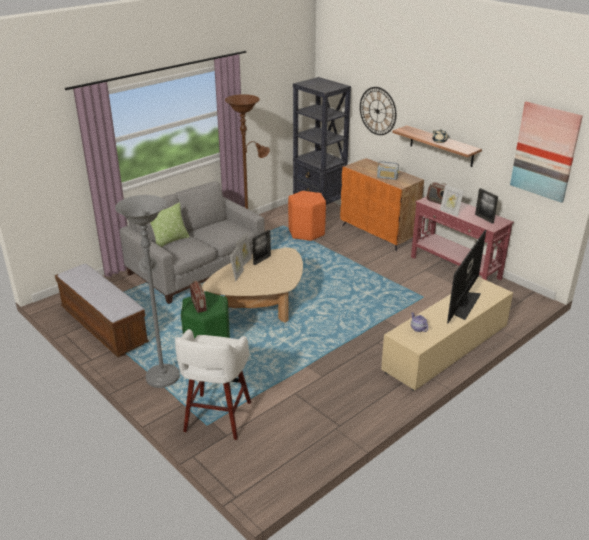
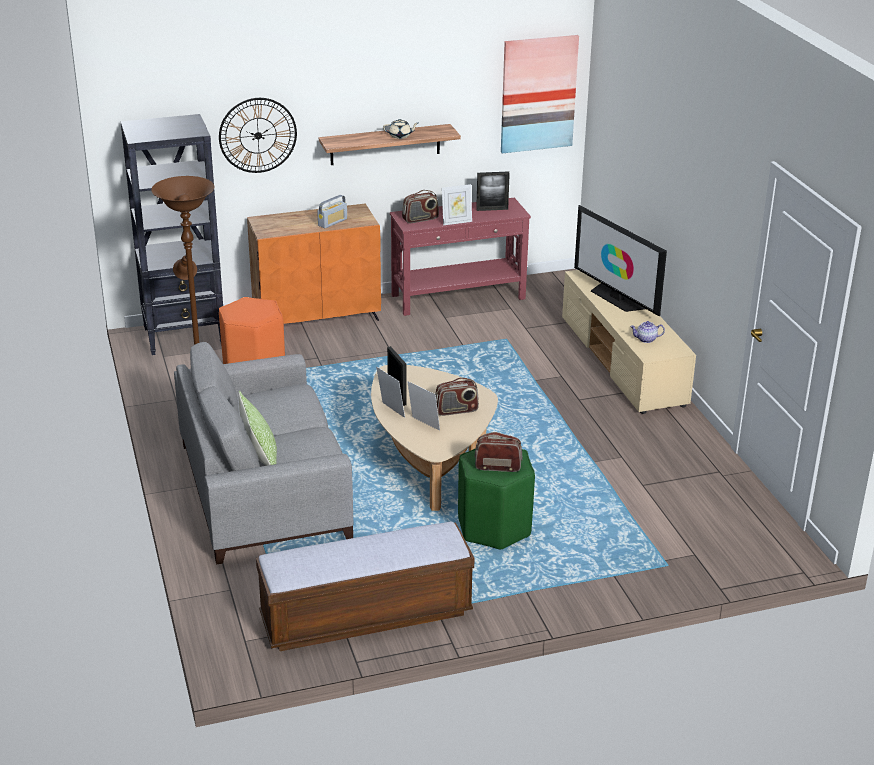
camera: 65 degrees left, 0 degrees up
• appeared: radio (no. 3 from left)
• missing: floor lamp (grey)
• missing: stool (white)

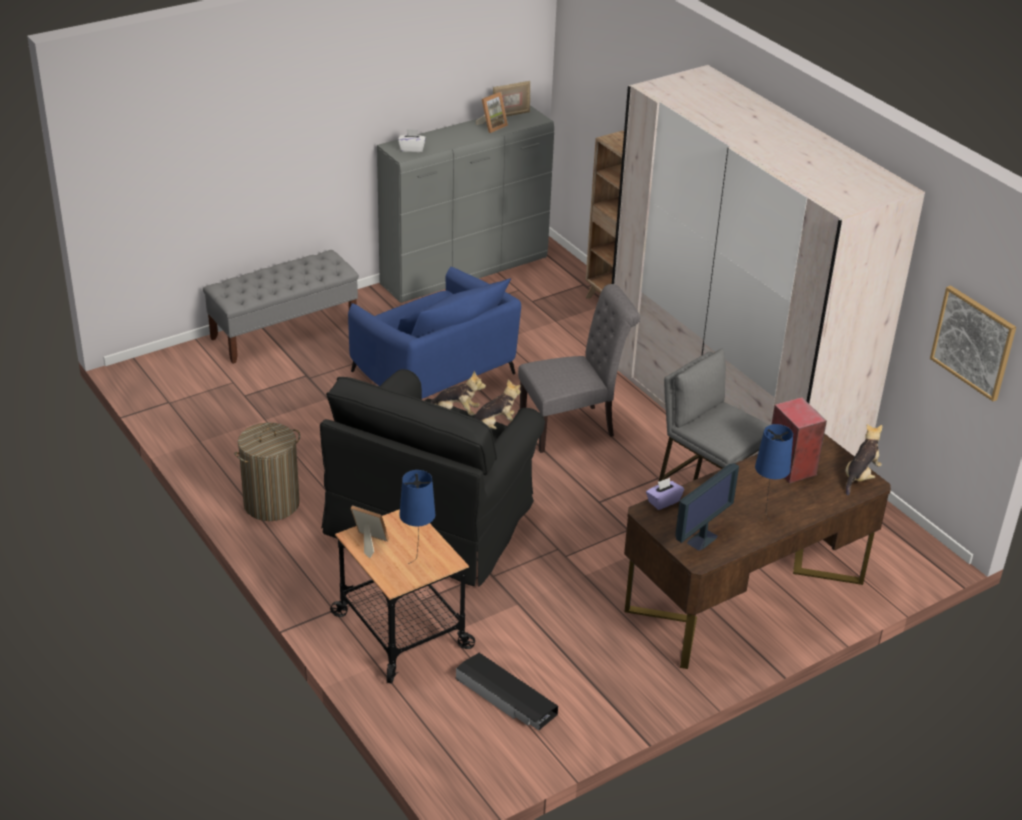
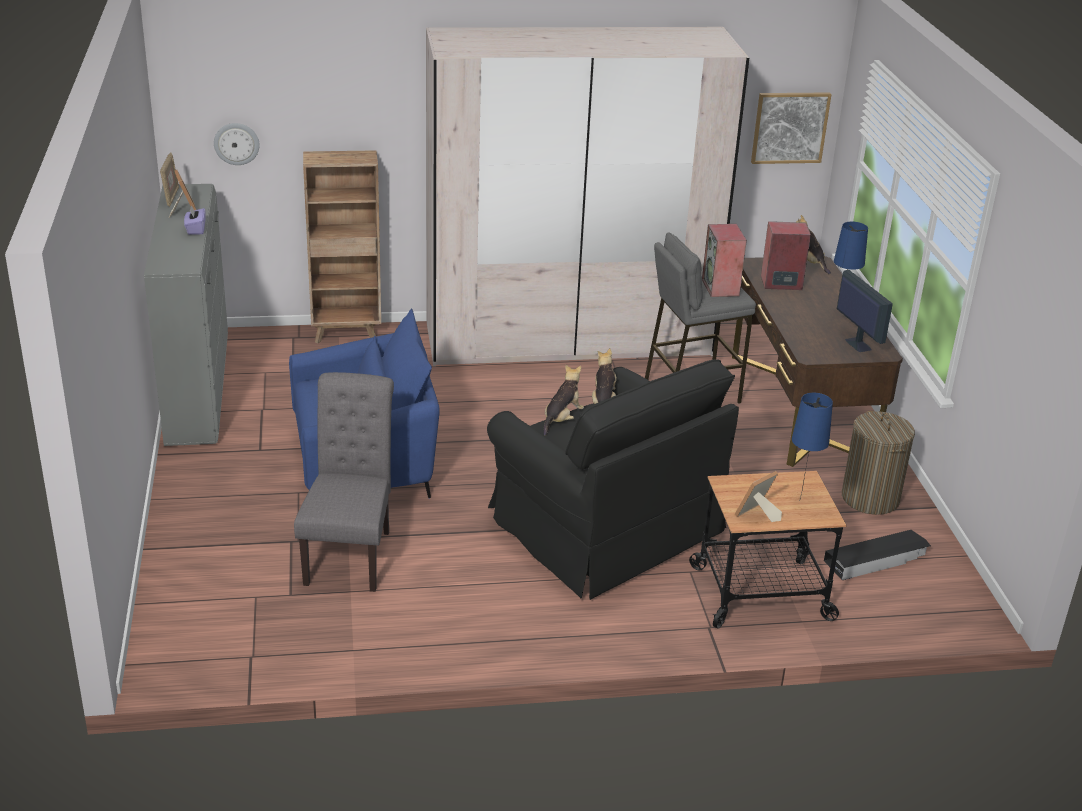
camera: 65 degrees left, 5 degrees down
• relocated: tissue box (purple)
• appeared: wall clock
• relocated: chair (grey)
• appeared: speaker (no. 1 from left)
• relocated: laundry basket
• missing: bench (grey)
• missing: tissue box (white)

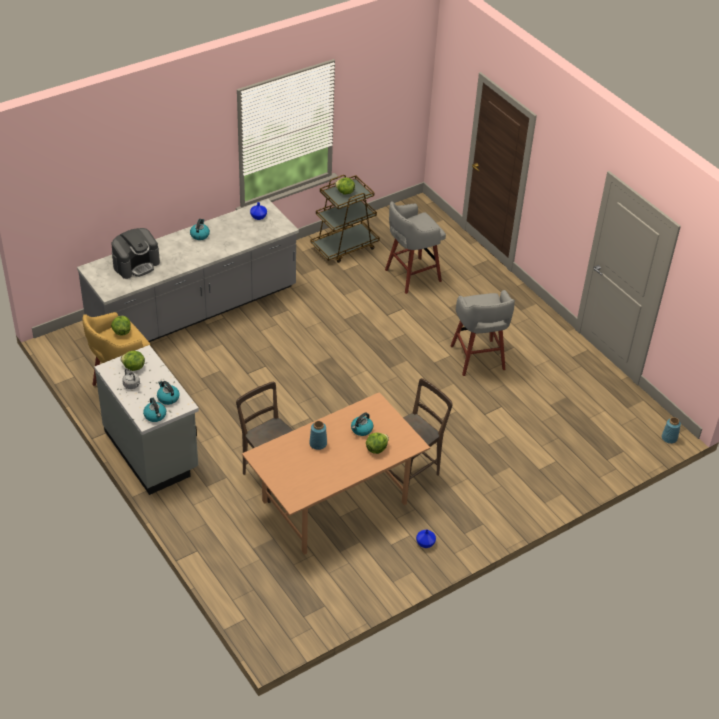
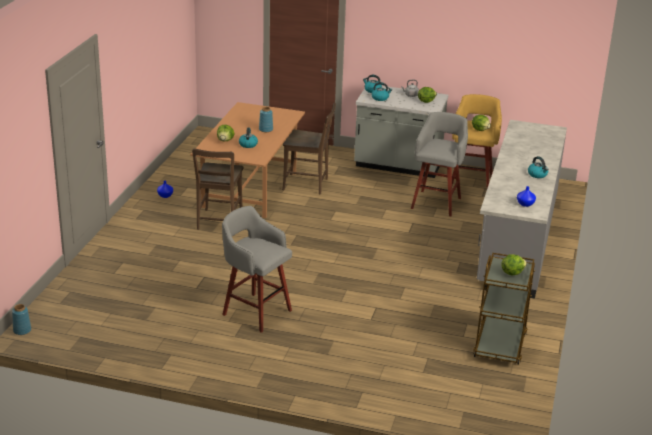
camera: 140 degrees right, 15 degrees down
• relocated: stool (grey) (no. 1 from left in the first image) to stool (grey) (no. 2 from left)
• missing: coffee machine

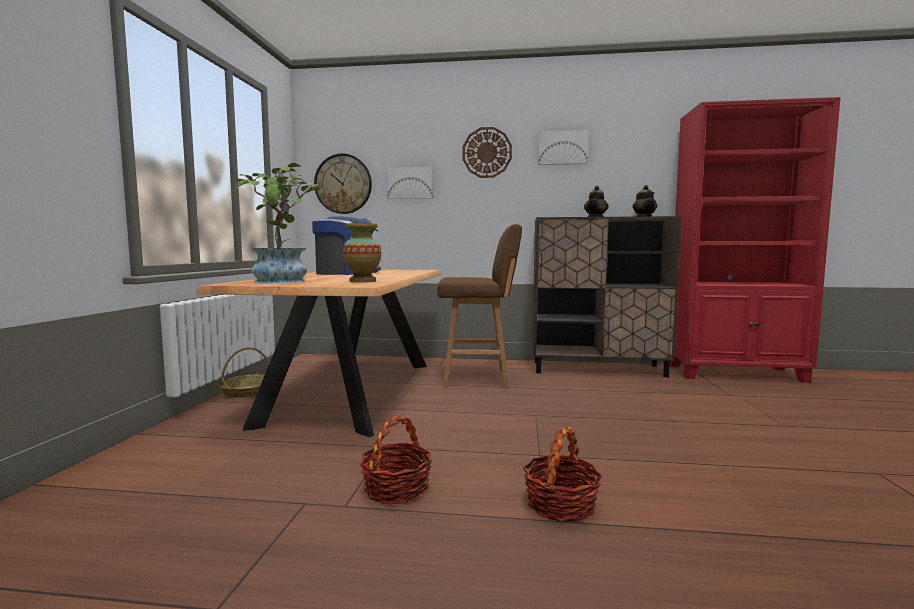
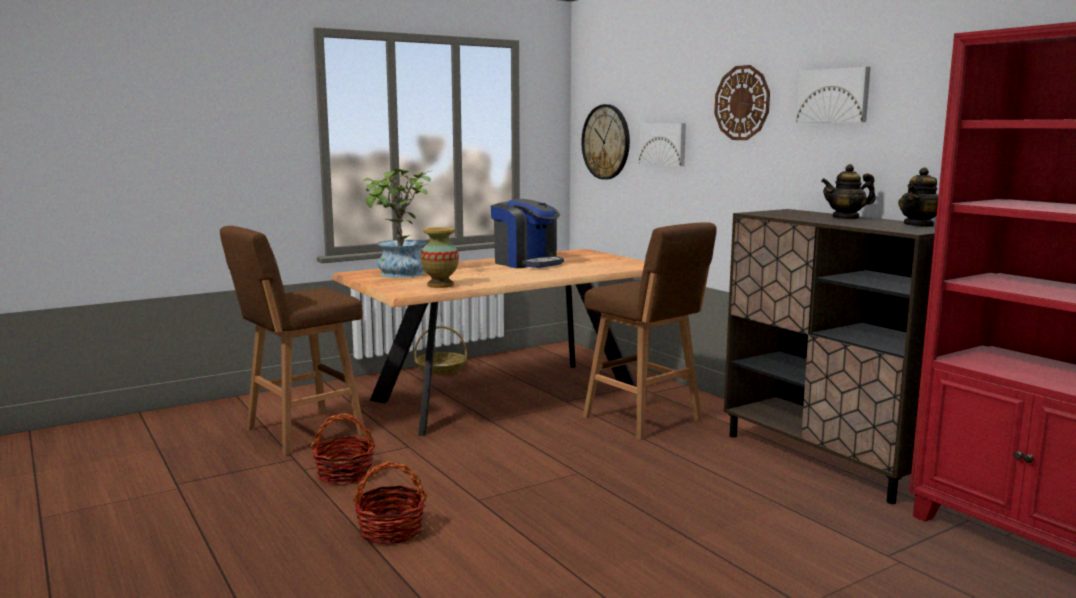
camera: 50 degrees right, 5 degrees up
• appeared: stool (brown) (no. 1 from left)

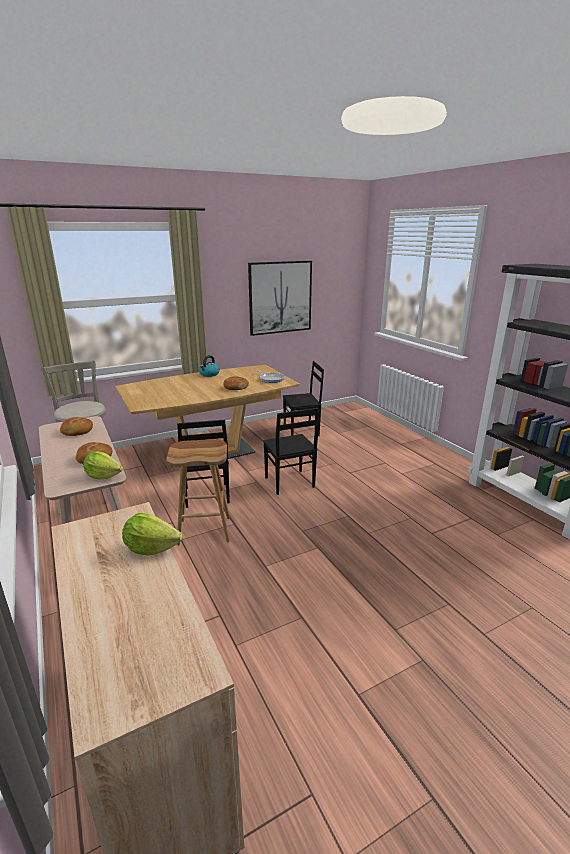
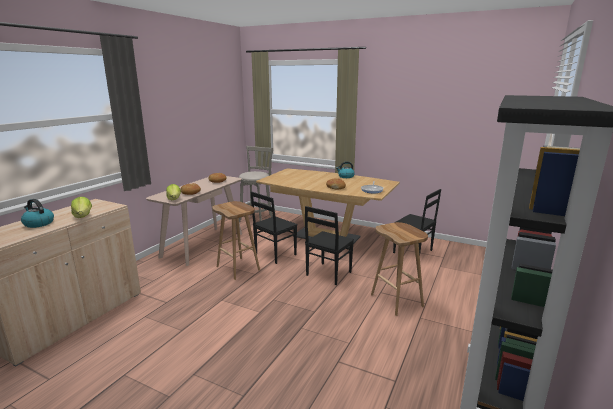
camera: 55 degrees right, 5 degrees down
• appeared: kettle (no. 1 from left)
• appeared: stool (brown) (no. 2 from left)
• missing: picture

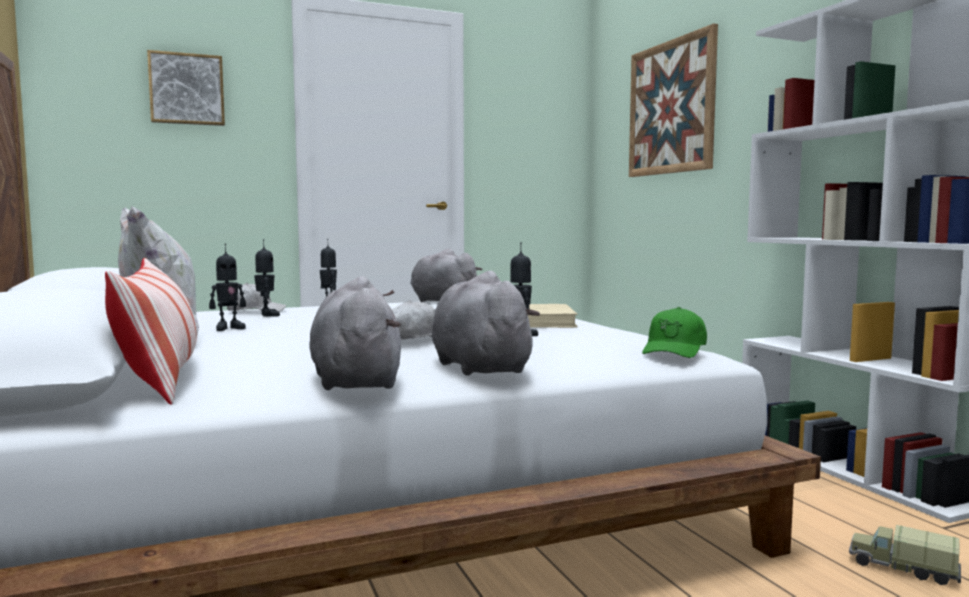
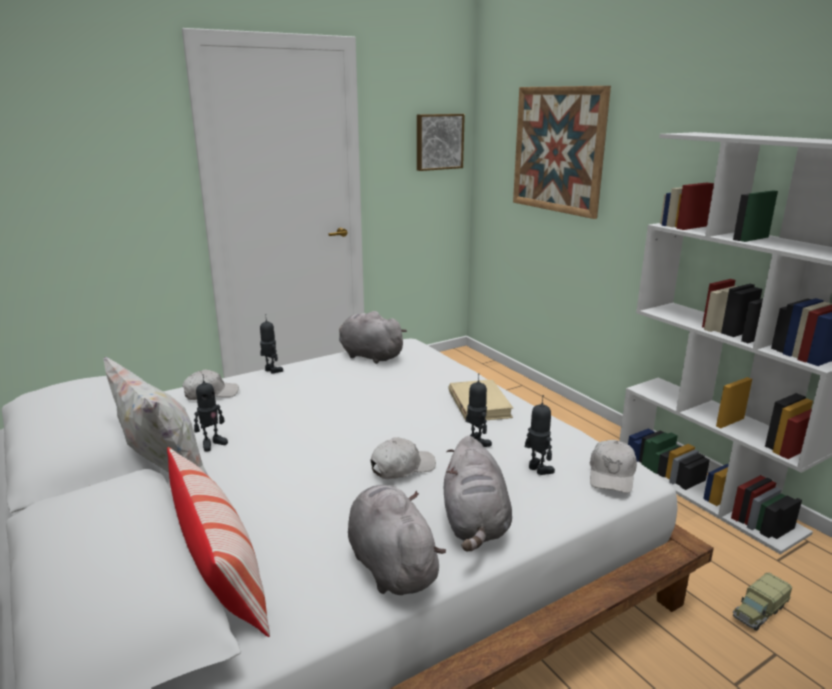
camera: 10 degrees left, 15 degrees up
• relocated: picture (no. 1 from left)
• spun: plush toy (grey) (no. 3 from left) 150 degrees counterclockwise
• relocated: toy robot (no. 2 from left in the first image) to toy robot (no. 4 from left)
• colour: cap (green) to cap (white) (no. 3 from left)
• spun: toy truck 60 degrees counterclockwise

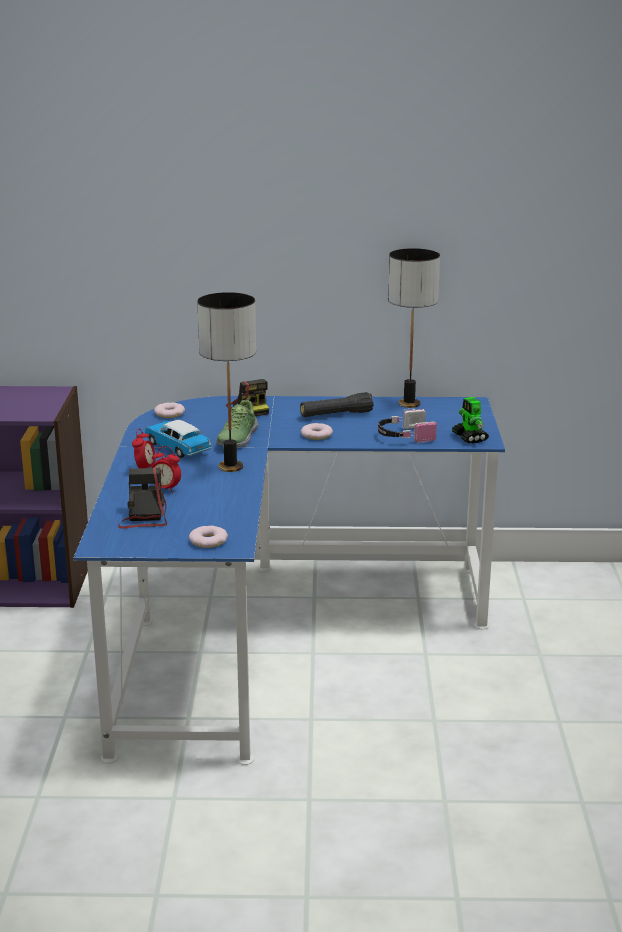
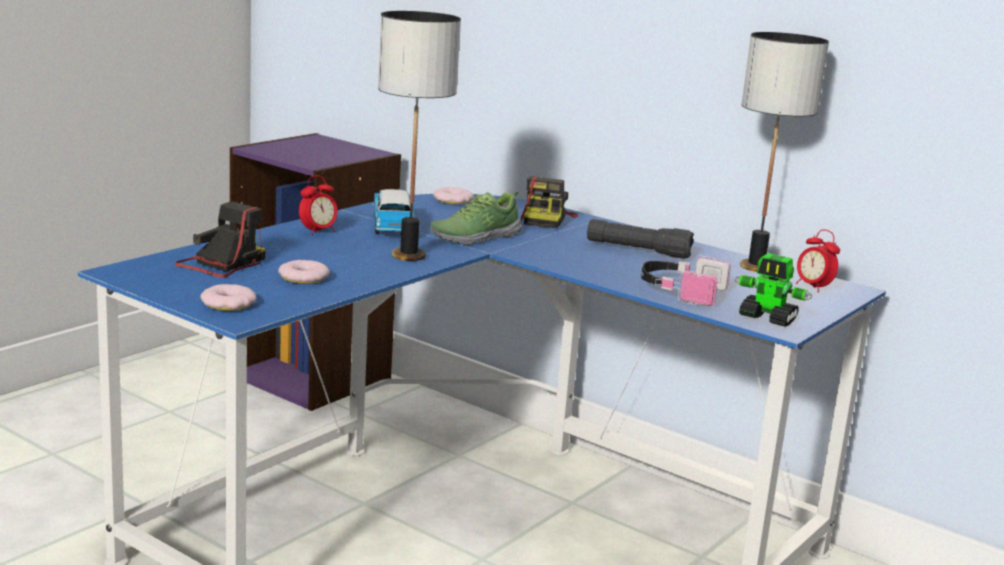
camera: 35 degrees right, 5 degrees down
• relocated: donut (no. 3 from left in the first image) to donut (no. 2 from left)
• spun: toy robot 75 degrees counterclockwise
• relocated: alarm clock (no. 2 from left)

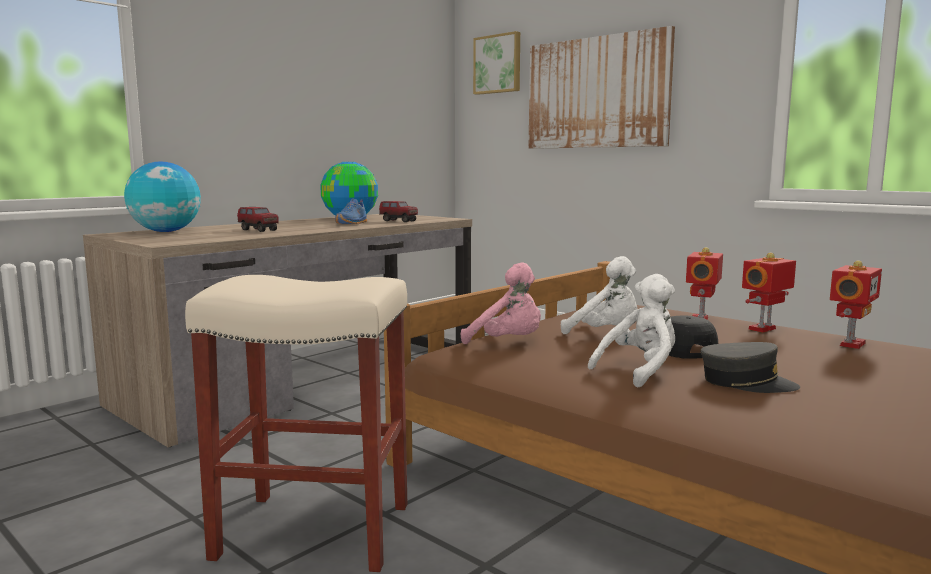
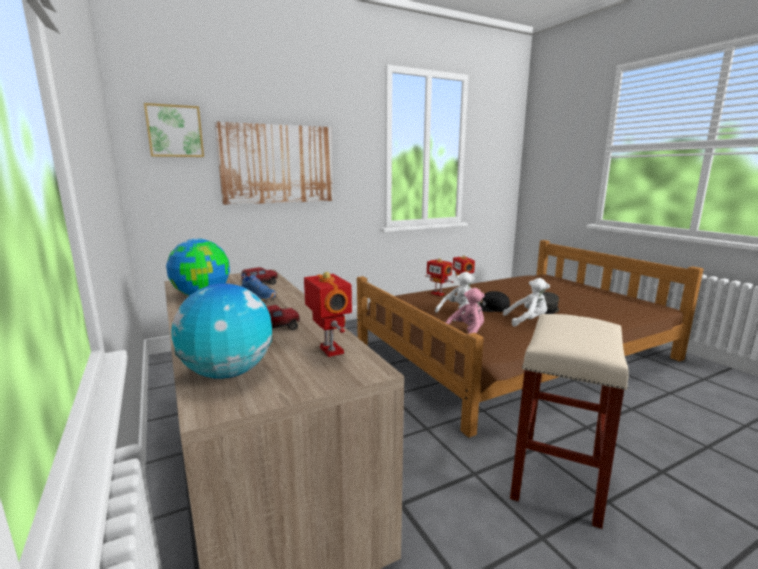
camera: 70 degrees left, 5 degrees up
• relocated: toy robot (no. 3 from left in the first image) to toy robot (no. 1 from left)
• spun: plush toy (white) (no. 2 from left) 105 degrees clockwise

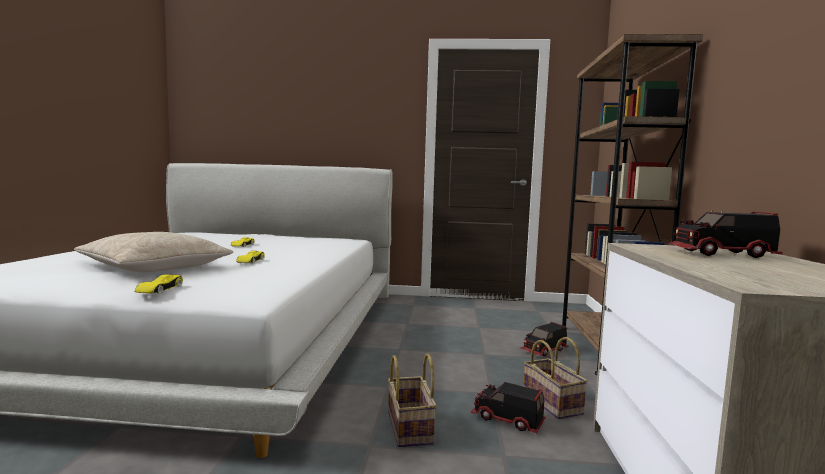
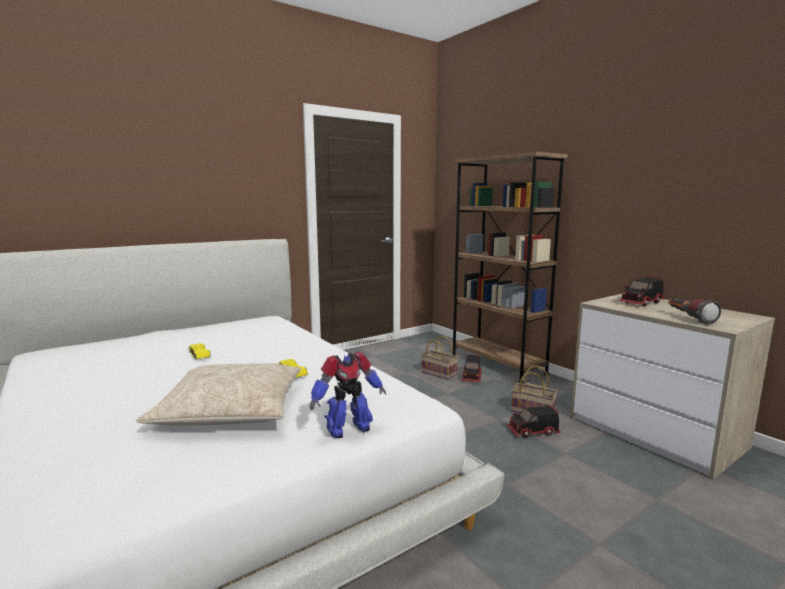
camera: 40 degrees left, 5 degrees up
• exchanged: toy car (yellow) (no. 1 from left) to toy robot
• relocated: basket (no. 1 from left)
• appeared: flashlight

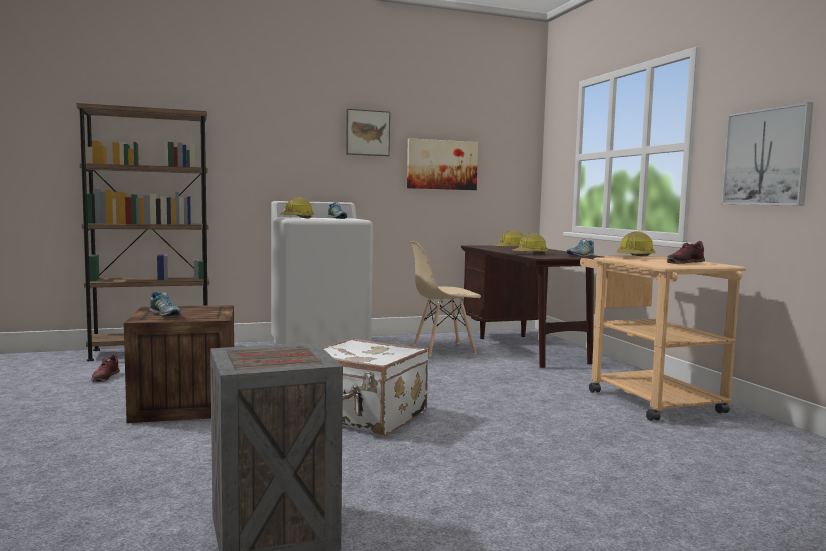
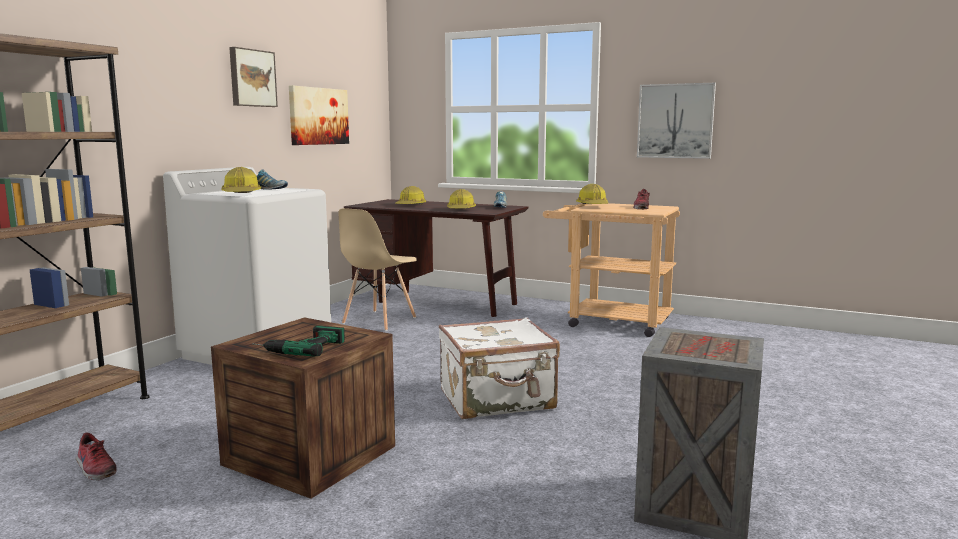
camera: 45 degrees left, 5 degrees up
• exchanged: shoe (no. 2 from left) to power drill

